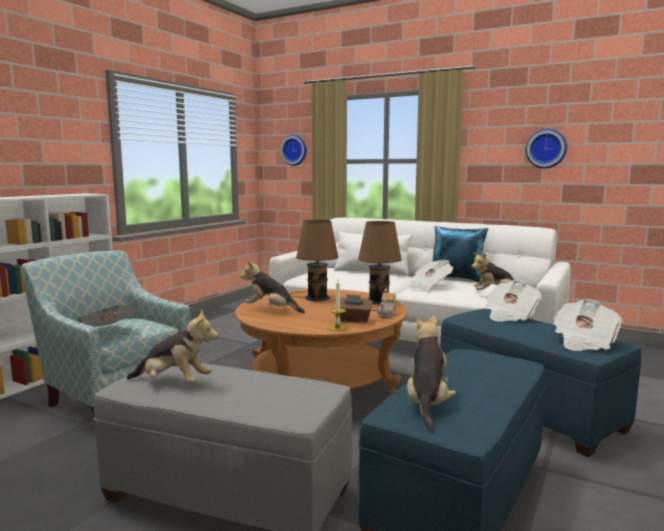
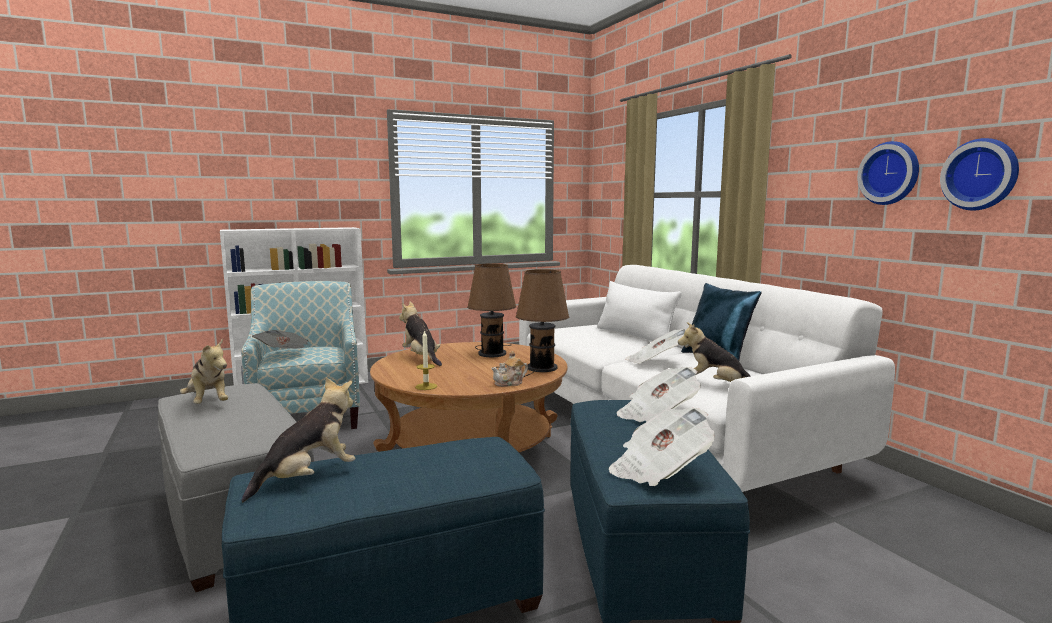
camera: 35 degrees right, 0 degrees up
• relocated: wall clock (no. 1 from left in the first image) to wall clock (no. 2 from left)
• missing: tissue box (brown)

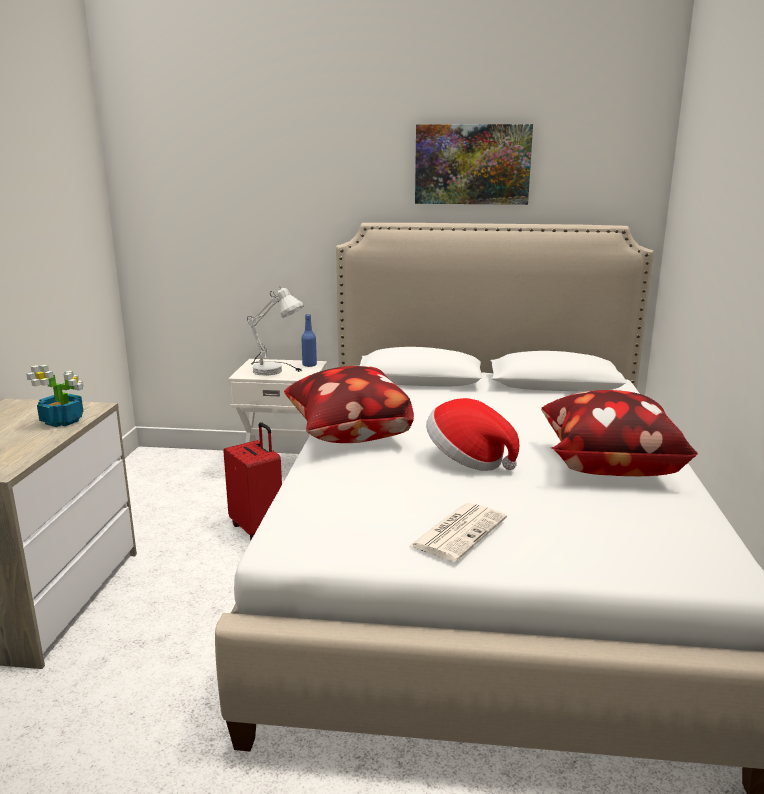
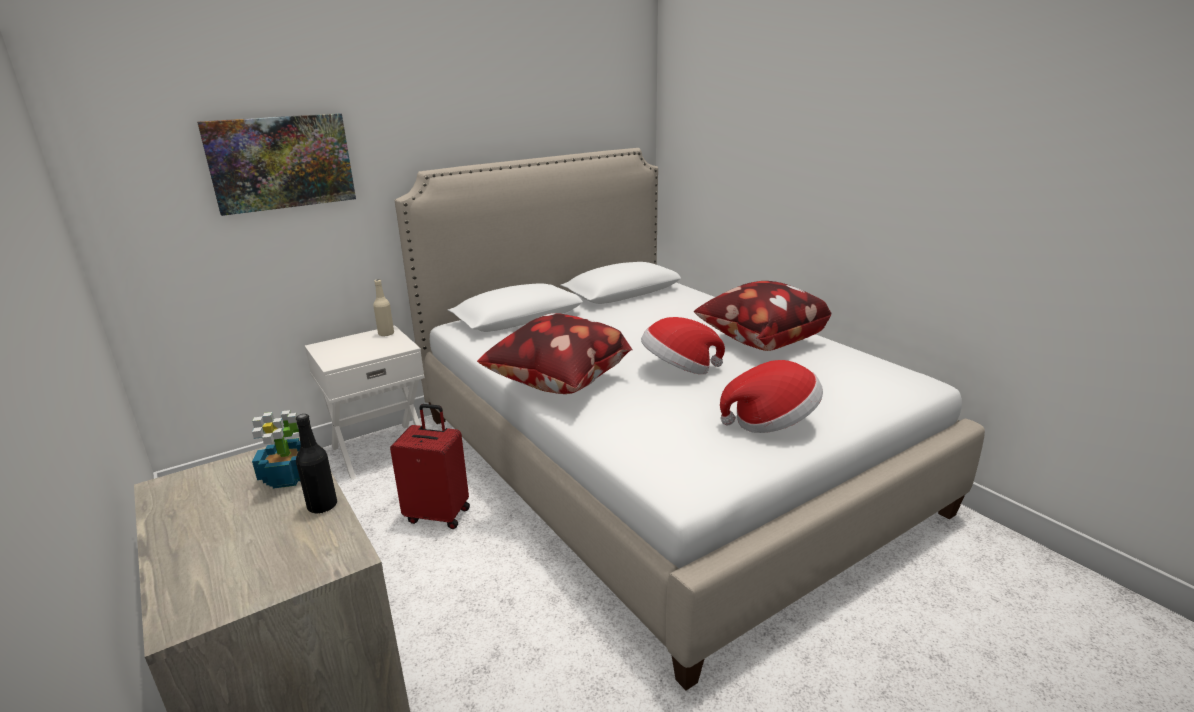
camera: 40 degrees left, 5 degrees up
• relocated: picture
• appeared: bottle (black)
• colour: bottle (blue) to bottle (beige)
• exchanged: newspaper to hat (no. 2 from left)
• missing: table lamp (white)

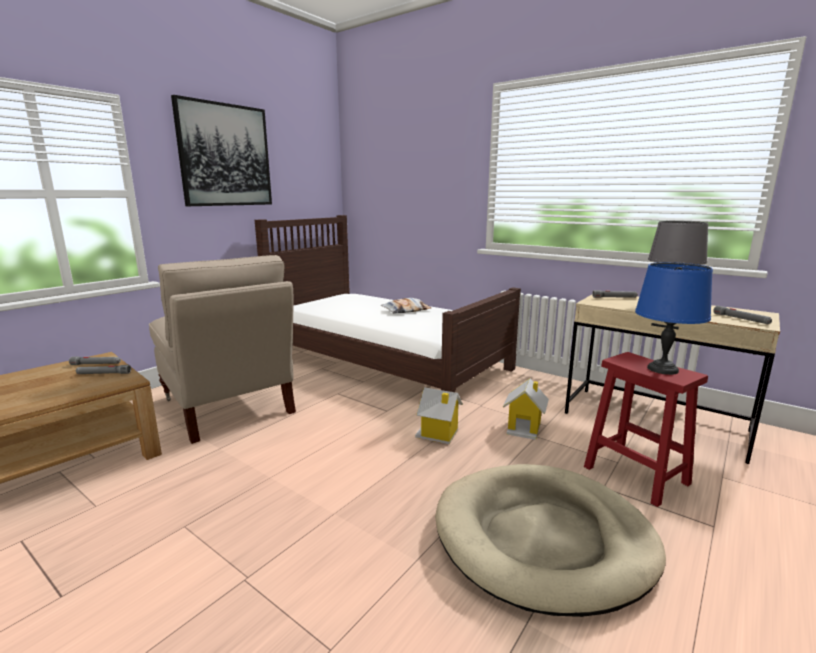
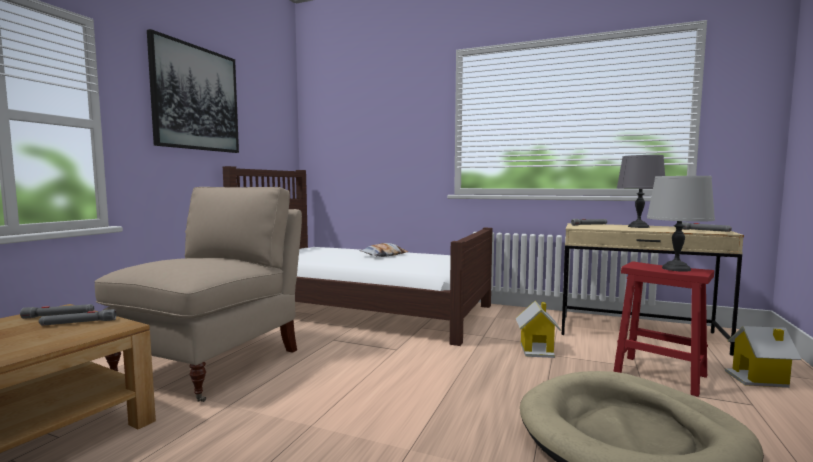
camera: 15 degrees left, 10 degrees down
• spun: chair (beige) 105 degrees counterclockwise
• colour: table lamp (blue) to table lamp (grey) (no. 2 from left)
• relocated: toy house (no. 1 from left in the first image) to toy house (no. 2 from left)

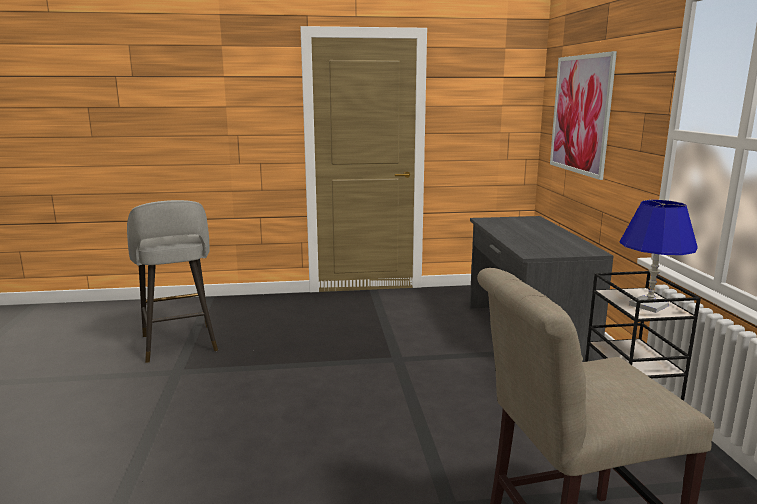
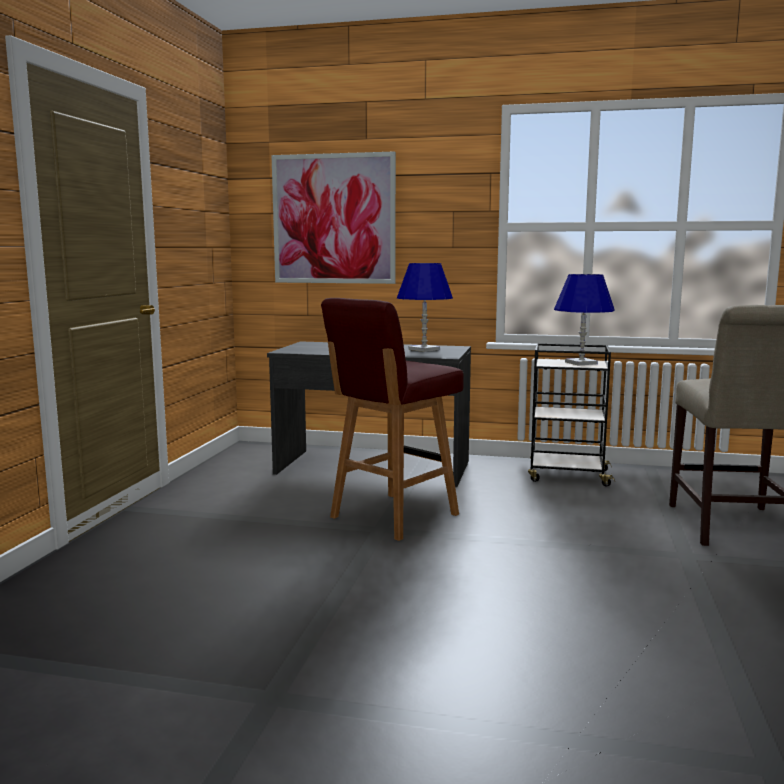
camera: 70 degrees left, 5 degrees down
• appeared: stool (red)
• appeared: table lamp (blue) (no. 1 from left)
• missing: stool (grey)

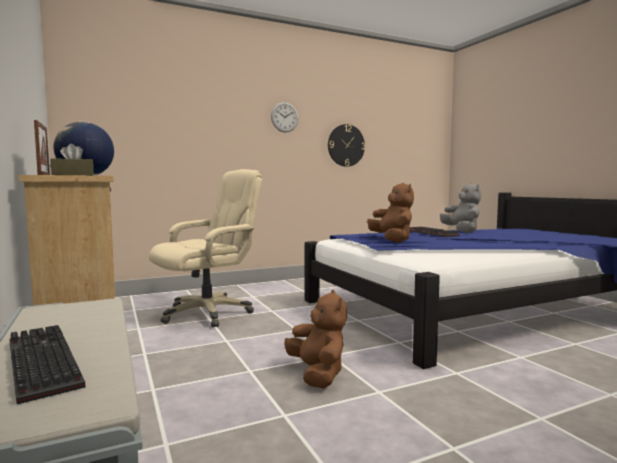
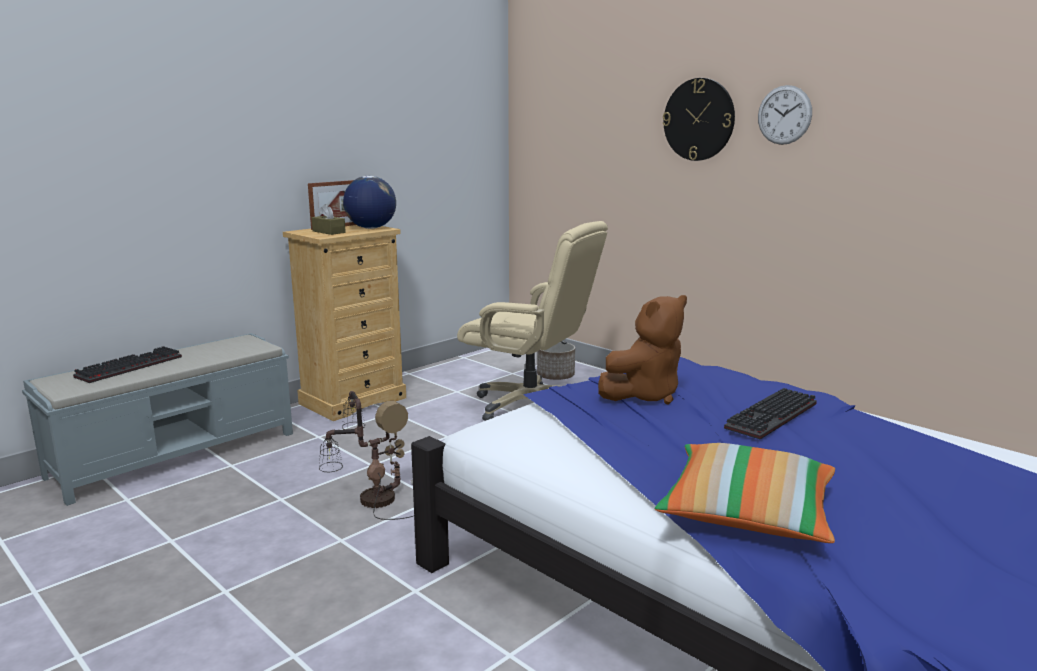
camera: 70 degrees right, 10 degrees up
• exchanged: plush toy (brown) (no. 1 from left) to table lamp
• appeared: planter
• appeared: pillow
• relocated: wall clock (no. 2 from left in the first image) to wall clock (no. 1 from left)
• missing: plush toy (grey)

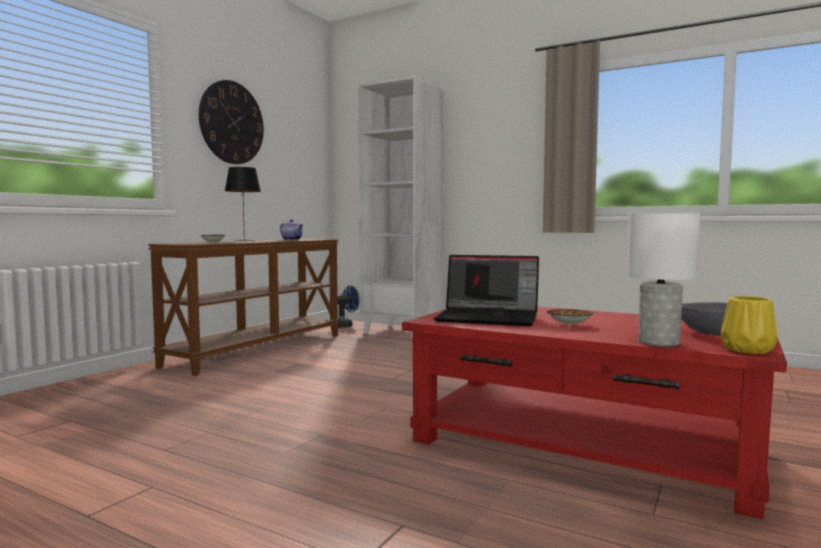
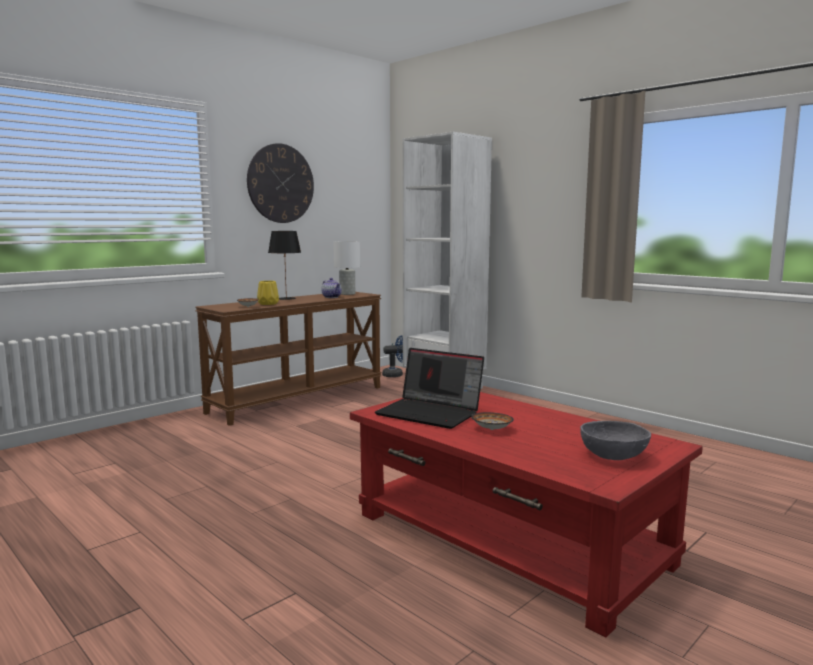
camera: 15 degrees right, 5 degrees up
• relocated: vase (yellow)
• relocated: table lamp (white)

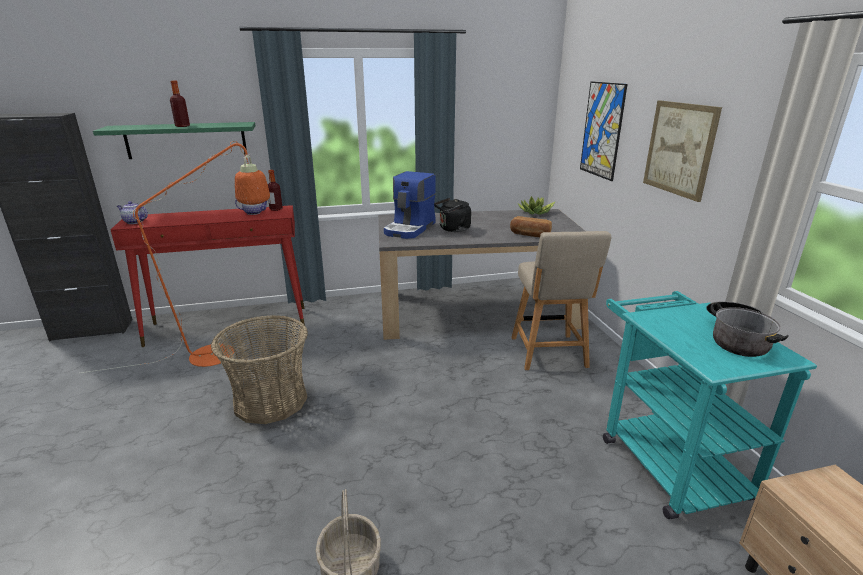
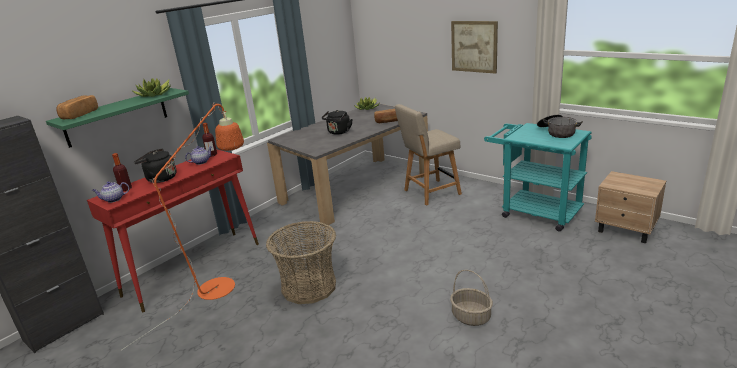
camera: 35 degrees left, 0 degrees up
• appeared: bread (no. 1 from left)
• relocated: bottle (no. 1 from left)
• appeared: potted plant (no. 1 from left)
• appeared: kettle (black) (no. 1 from left)
• spun: chair (beige) 105 degrees clockwise
• missing: coffee machine
• missing: picture (no. 1 from left)

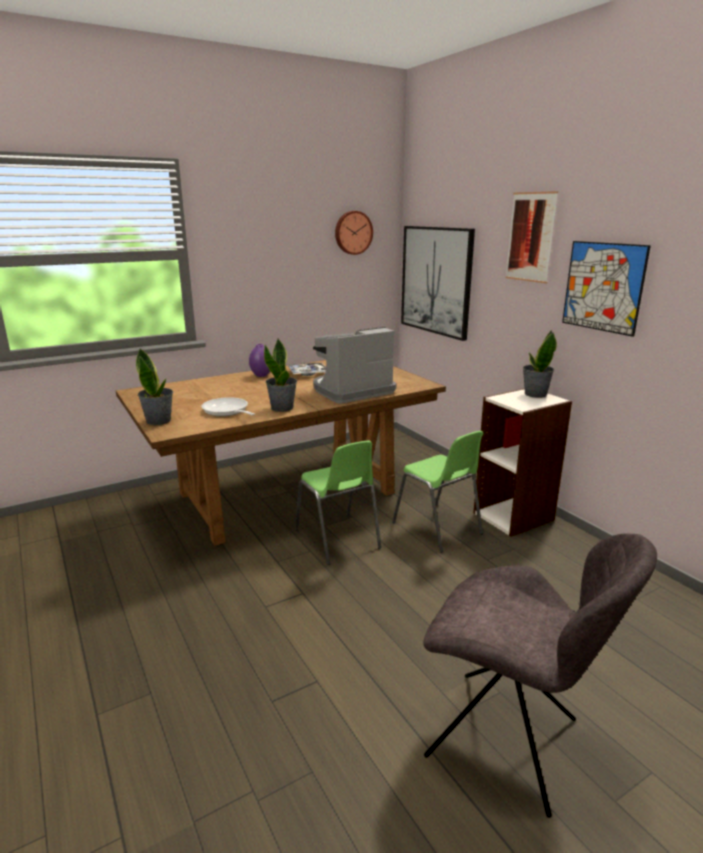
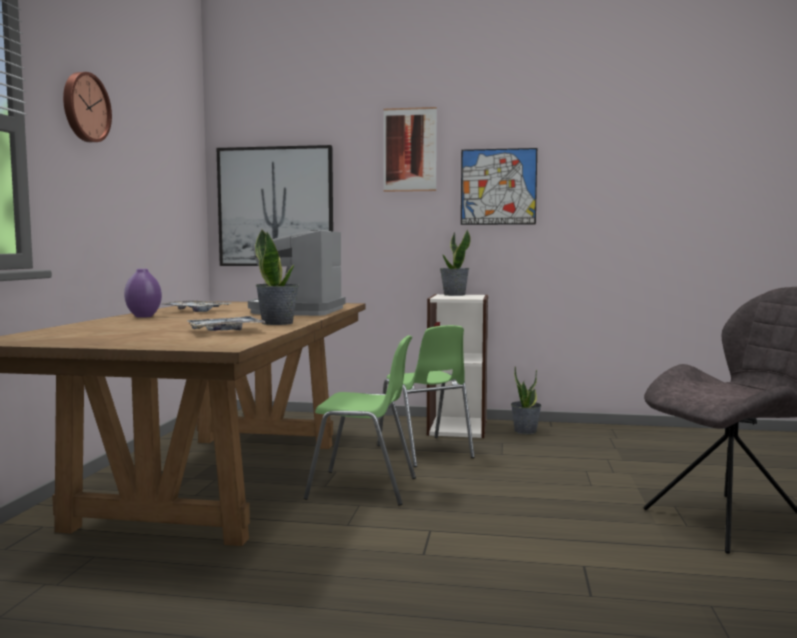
camera: 50 degrees left, 15 degrees down
• relocated: wall clock
• exchanged: frying pan to tray (no. 2 from left)
• spun: chair (green) (no. 2 from left) 60 degrees clockwise
• relocated: potted plant (no. 1 from left in the first image) to potted plant (no. 3 from left)

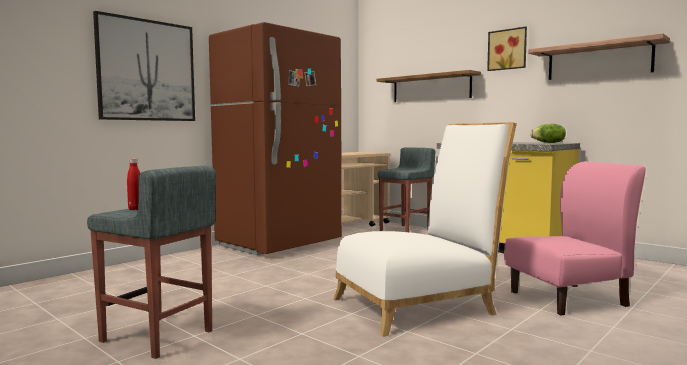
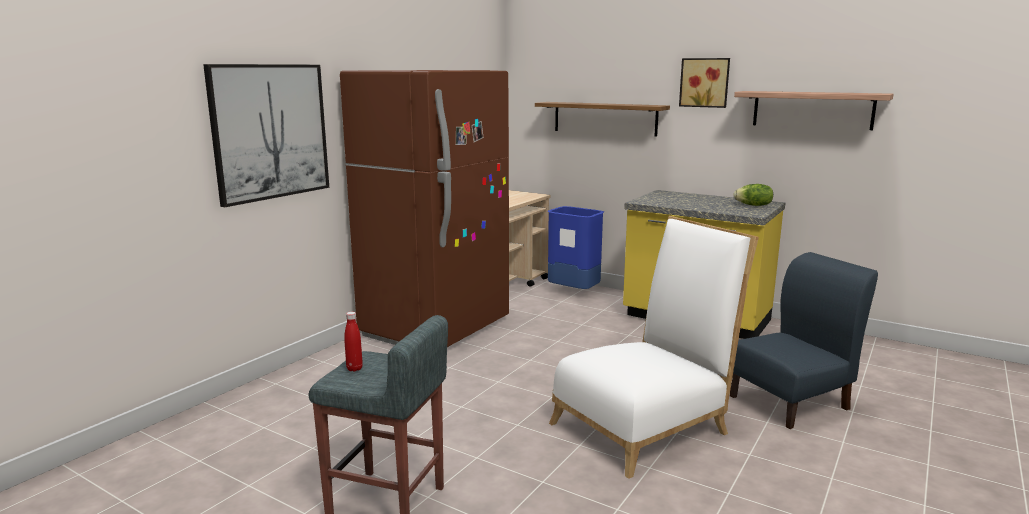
camera: 10 degrees left, 10 degrees up
• exchanged: stool (grey) (no. 2 from left) to trash can (blue)
• colour: chair (pink) to chair (blue)

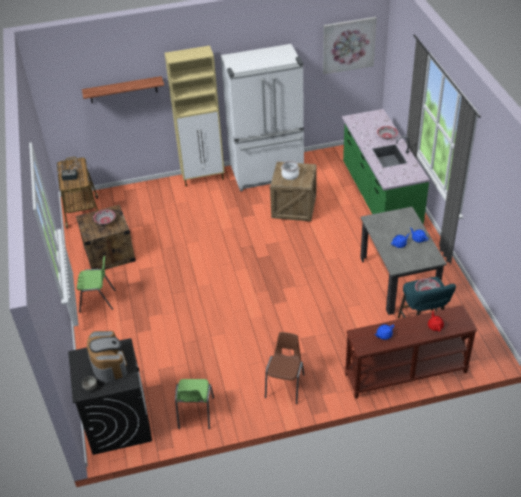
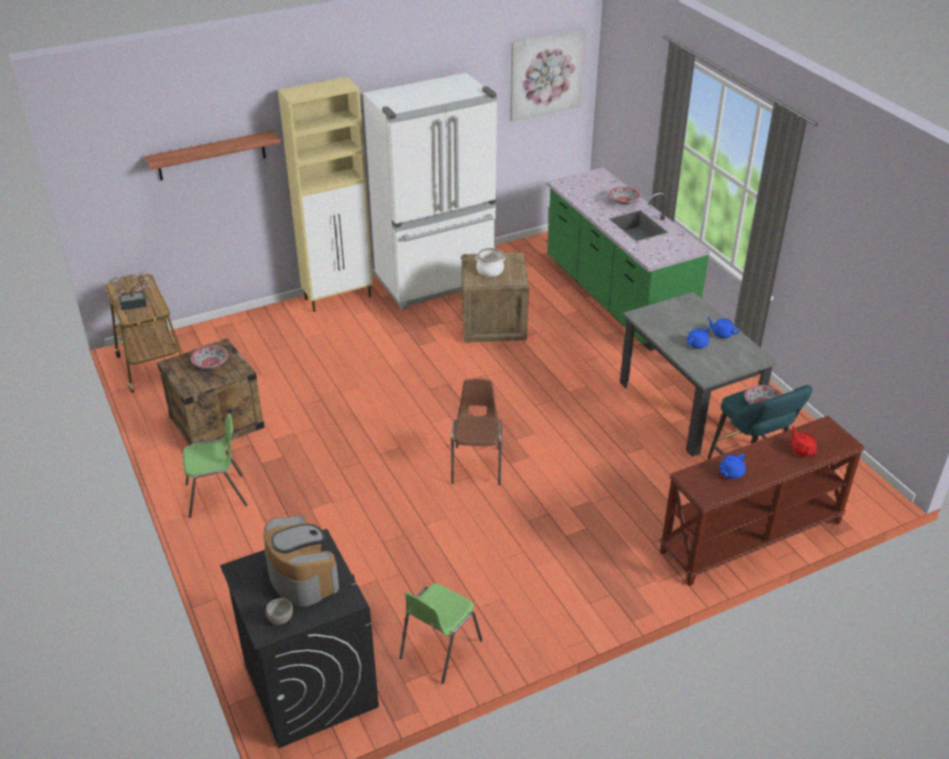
camera: 15 degrees left, 5 degrees down
• spun: chair (green) (no. 2 from left) 45 degrees clockwise
• relocated: chair (brown)

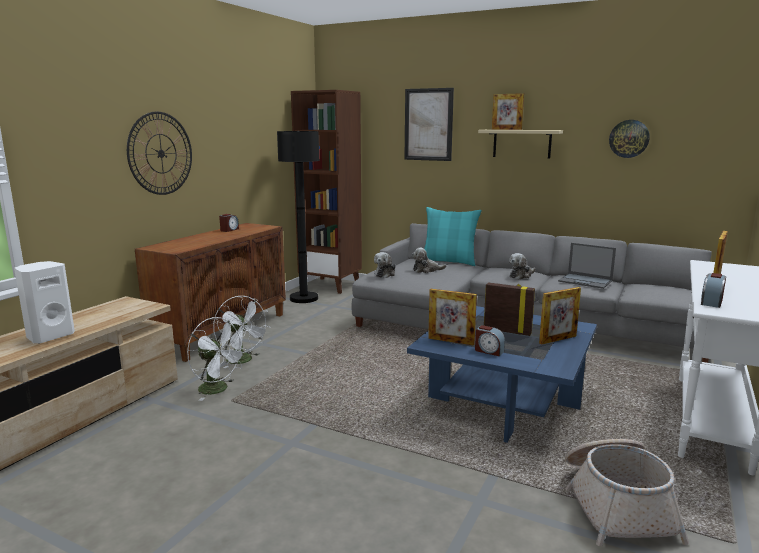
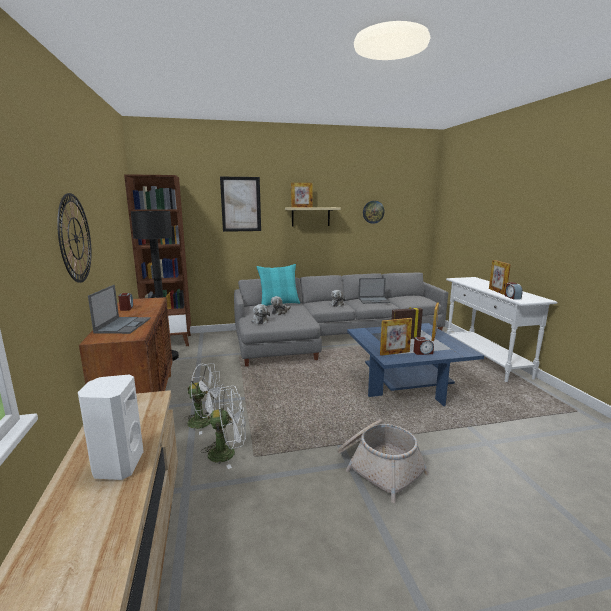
camera: 40 degrees left, 0 degrees up
• appeared: laptop (no. 1 from left)
• relocated: basket

